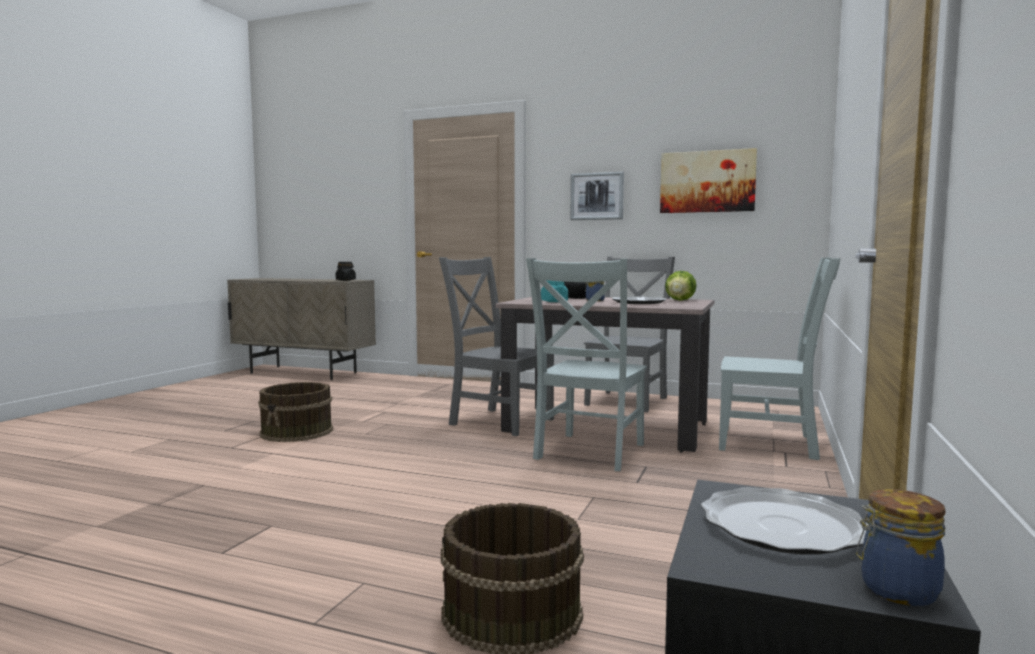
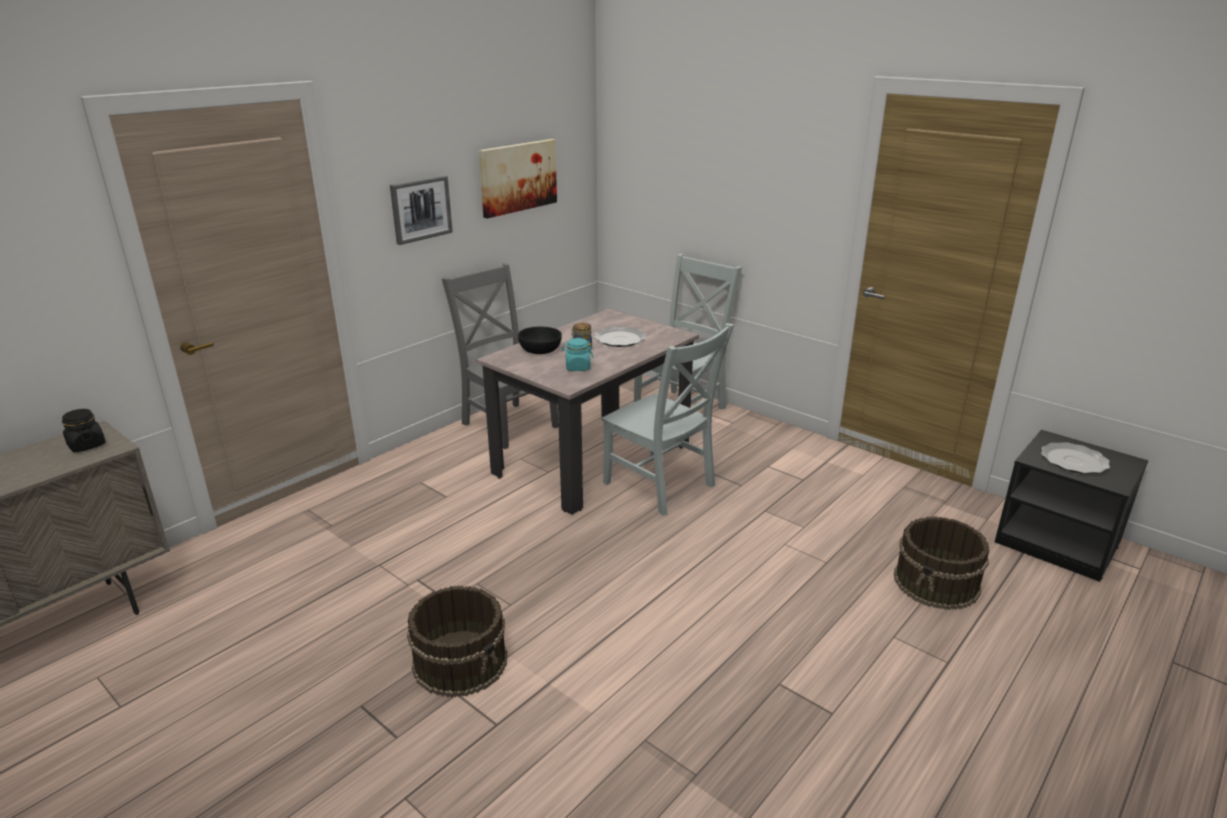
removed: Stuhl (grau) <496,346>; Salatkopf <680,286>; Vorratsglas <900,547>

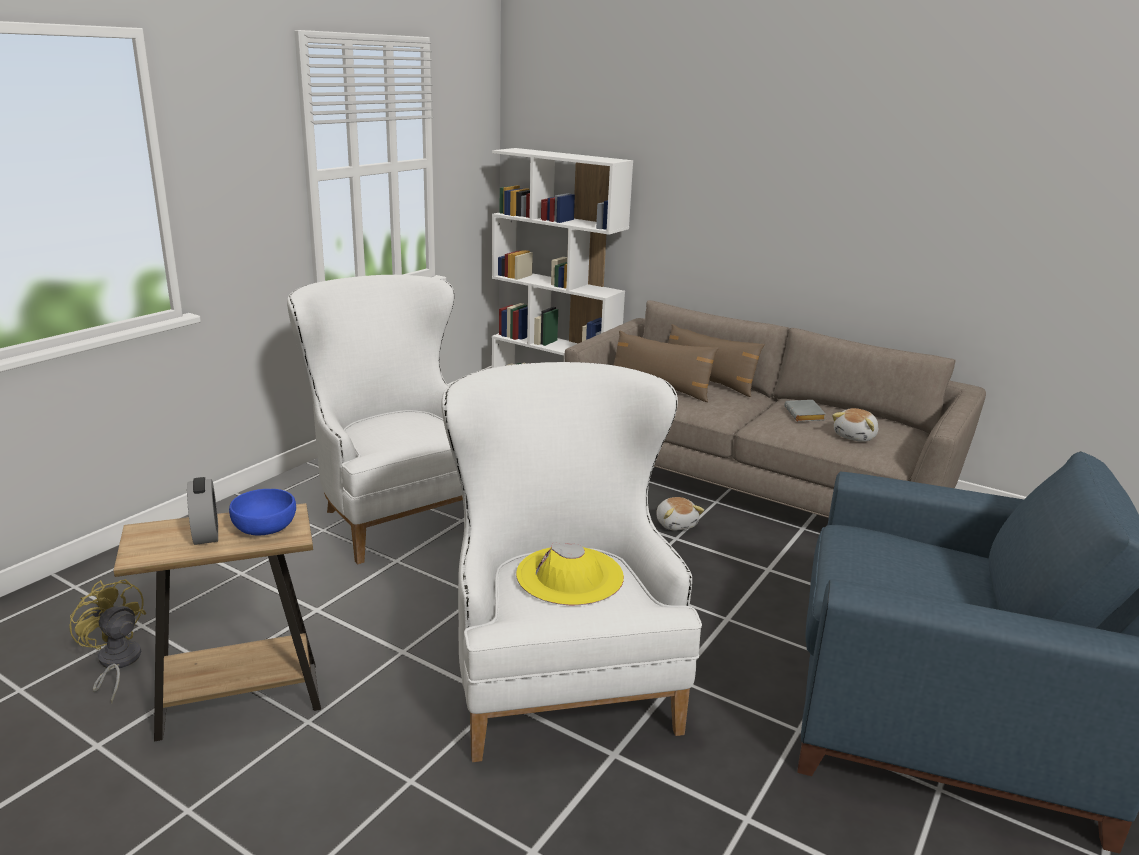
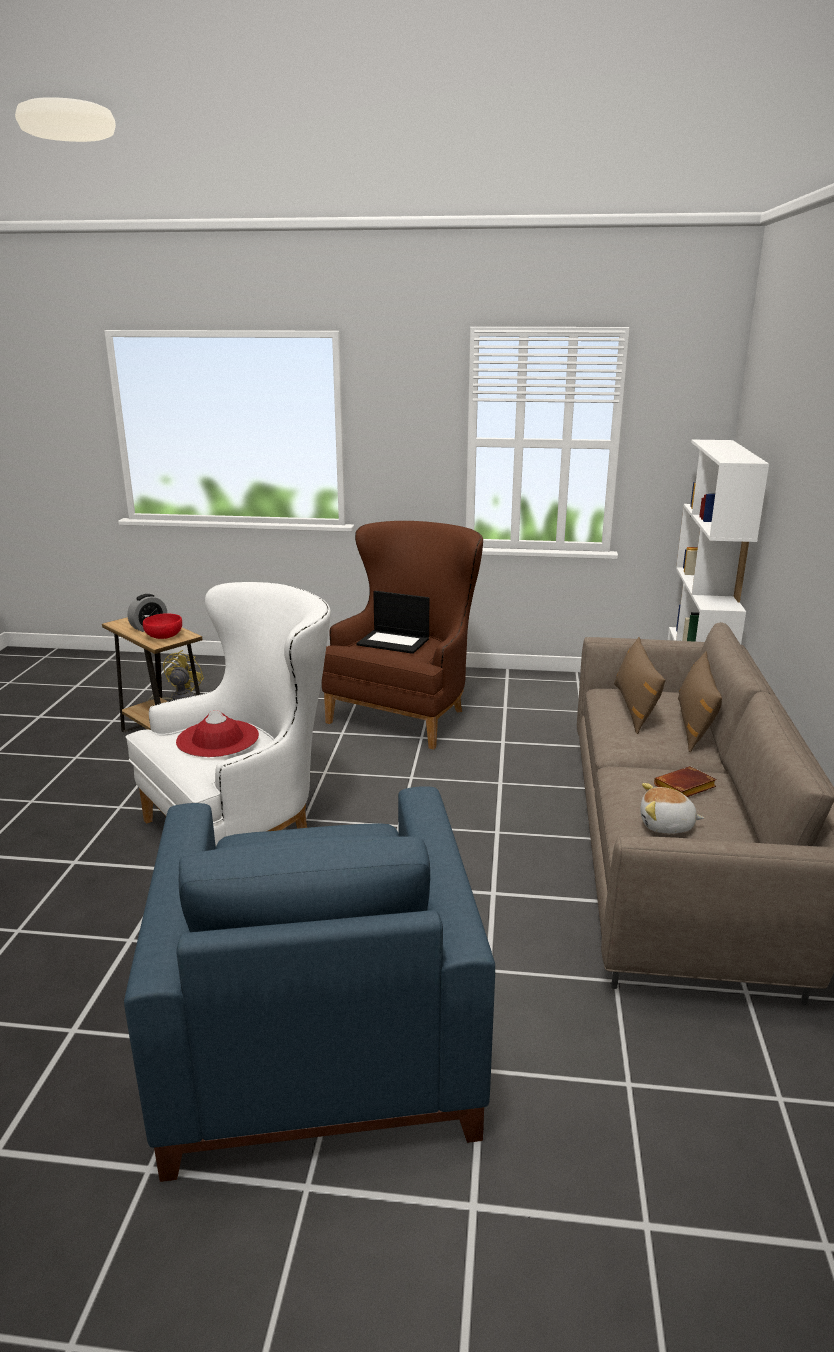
removed: Plüschtier <680,513>
added: Laptop <392,622>
recoloured: Schüssel (blau) <262,512> to Schüssel (rot) <162,626>; Hut (gelb) <570,573> to Hut (rot) <217,733>; Sessel (weiß) <375,419> to Sessel (braun) <402,635>; Buch (grau) <805,411> to Buch (braun) <685,781>

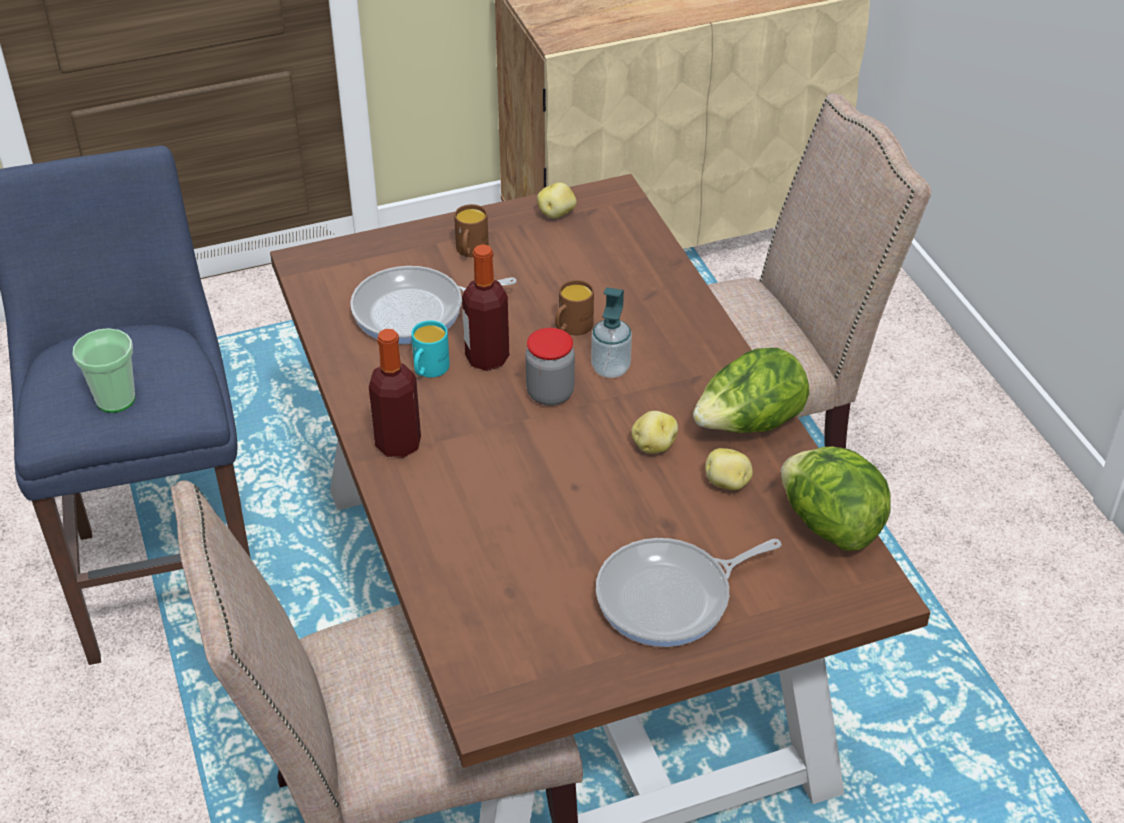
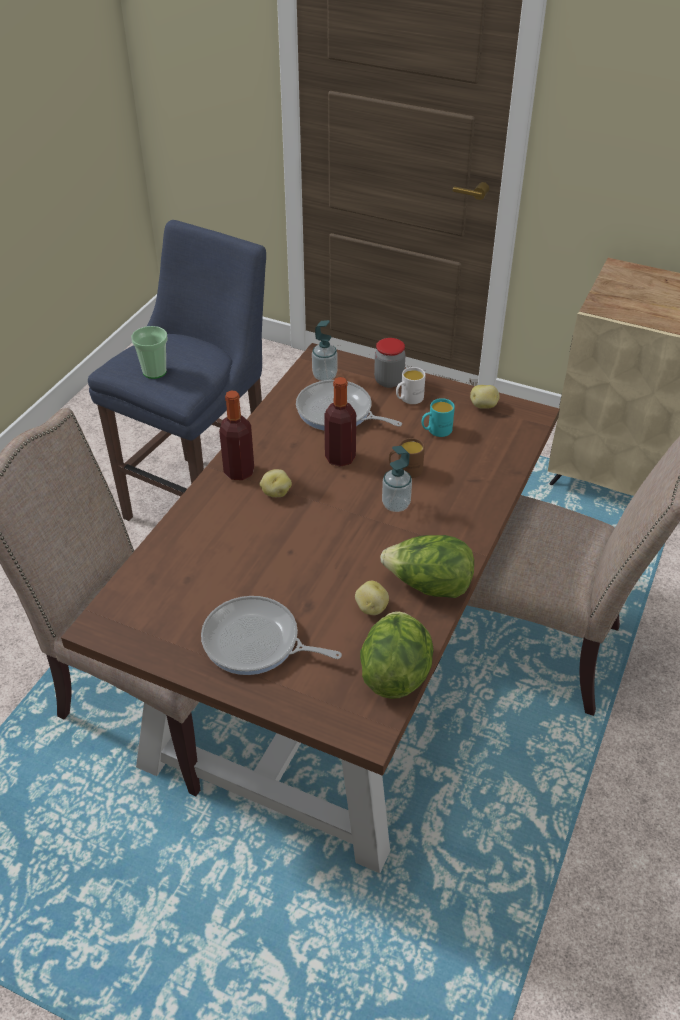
added: Seifenspender <325,350>
moved: Kartoffel <654,432> to <276,483>; Vorratsglas <550,367> to <390,363>; Henkelbecher (türkis) <430,349> to <438,417>
recoloured: Henkelbecher (braun) <471,230> to Henkelbecher (weiß) <411,385>

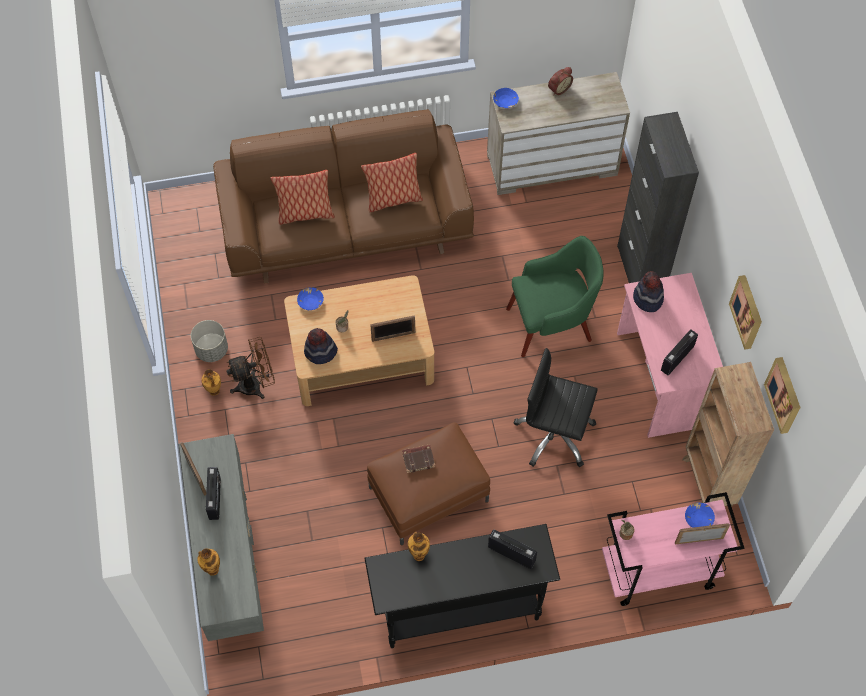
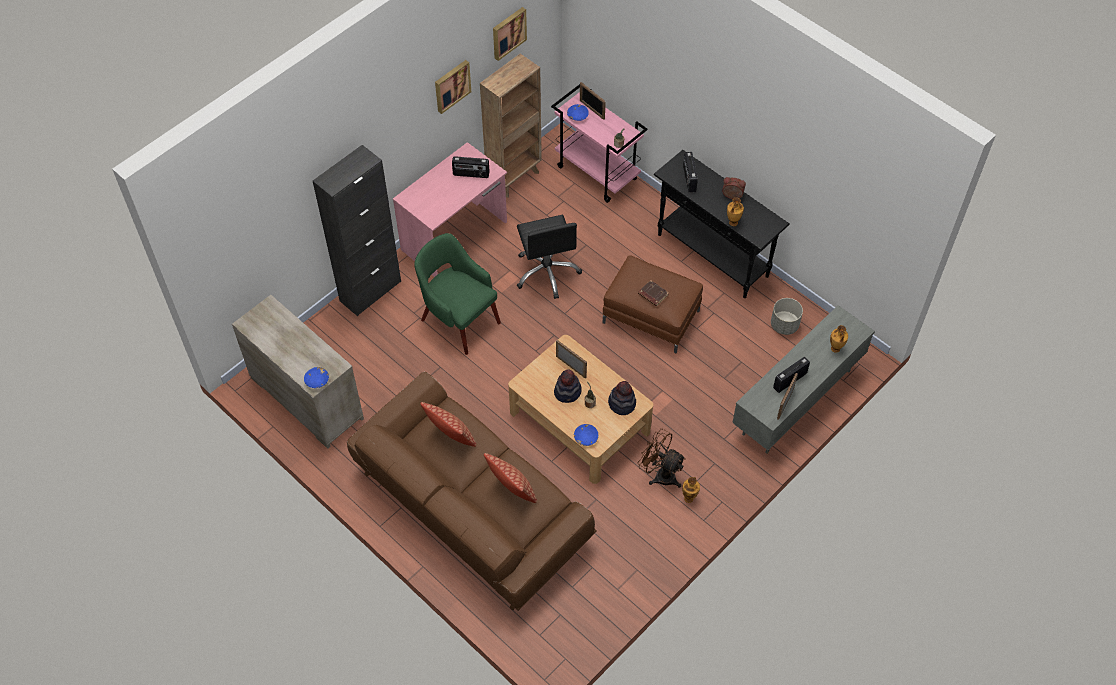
moved: Hut <648,291> to <568,386>; Wecker <560,81> to <734,188>; Pflanzkübel (grau) <209,341> to <787,316>

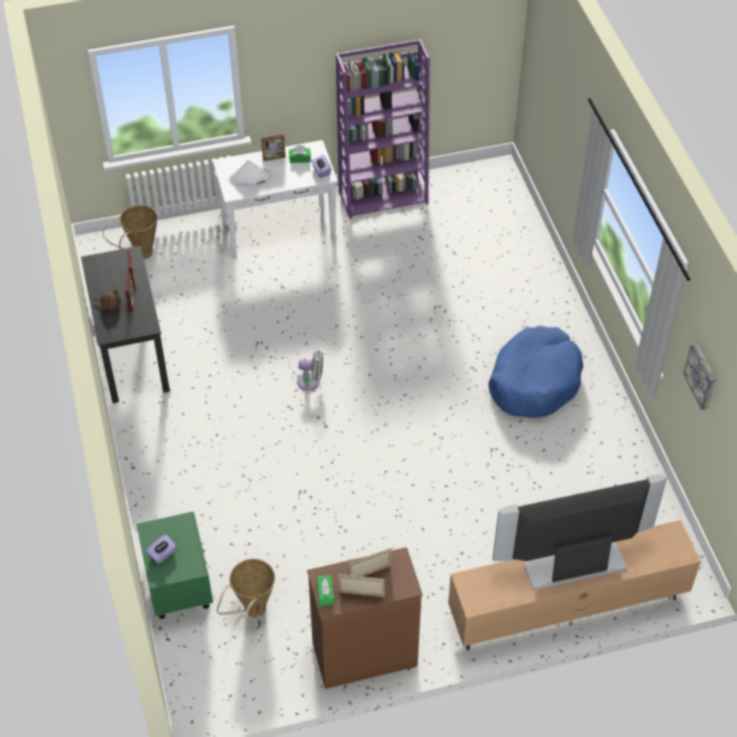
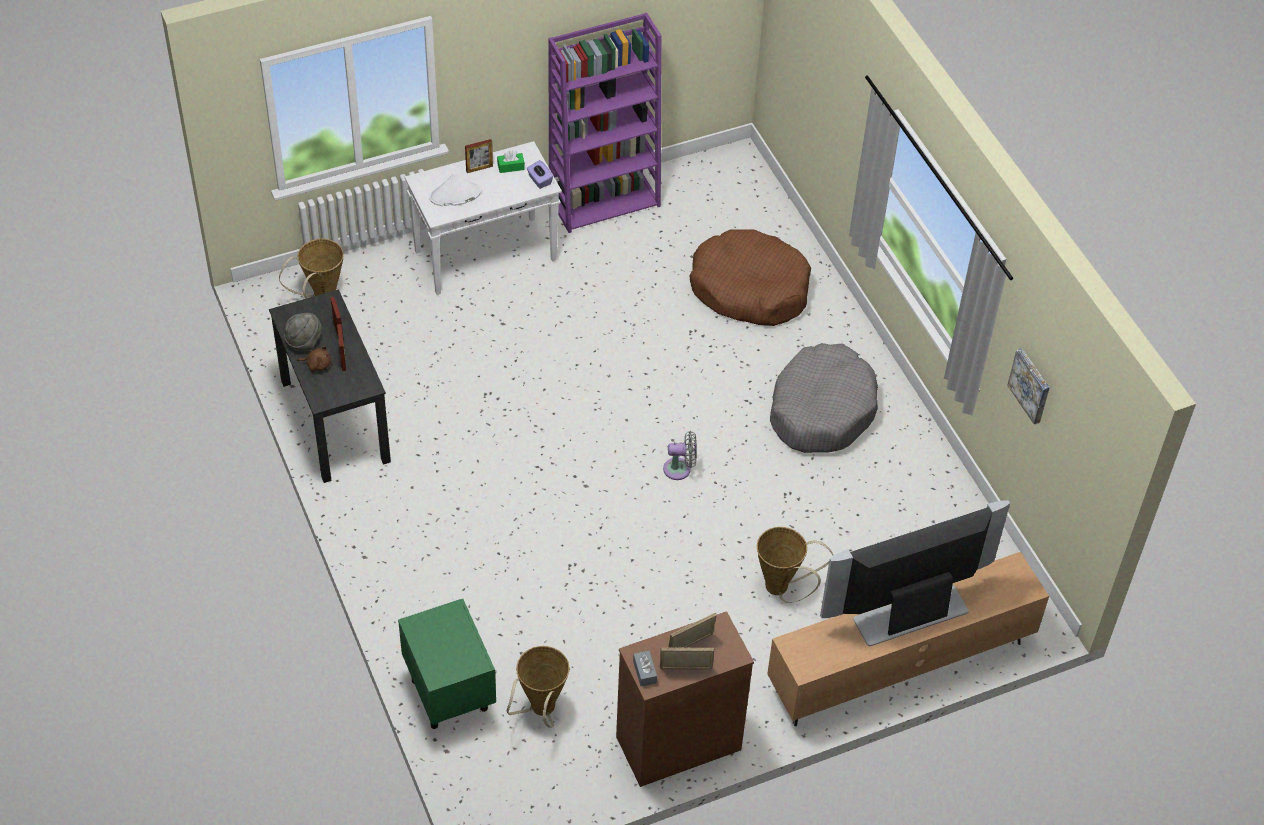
removed: Taschentuchbox (lila) <161,549>
added: Hut (grau) <303,332>; Hundebett (braun) <750,277>; Korb <795,565>
moved: Ventilator (grau) <310,371> to <680,455>
recoloured: Taschentuchbox (grün) <325,590> to Taschentuchbox (grau) <645,668>; Hundebett (blau) <536,372> to Hundebett (grau) <824,398>

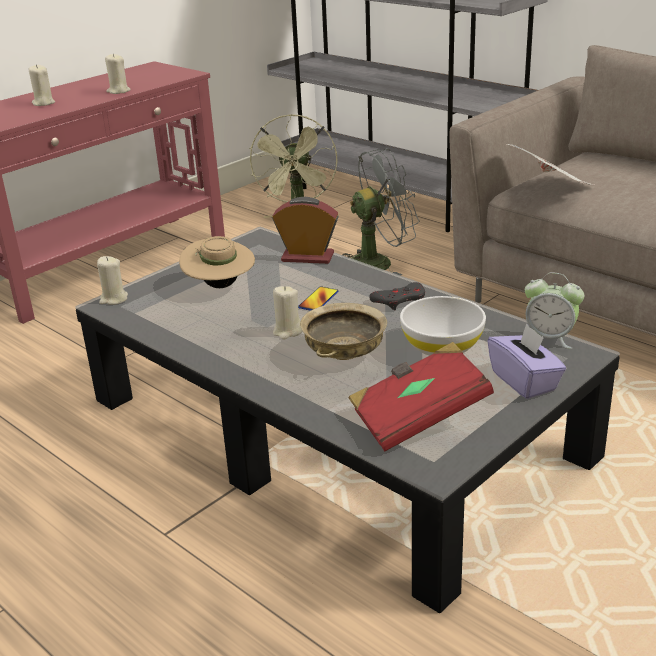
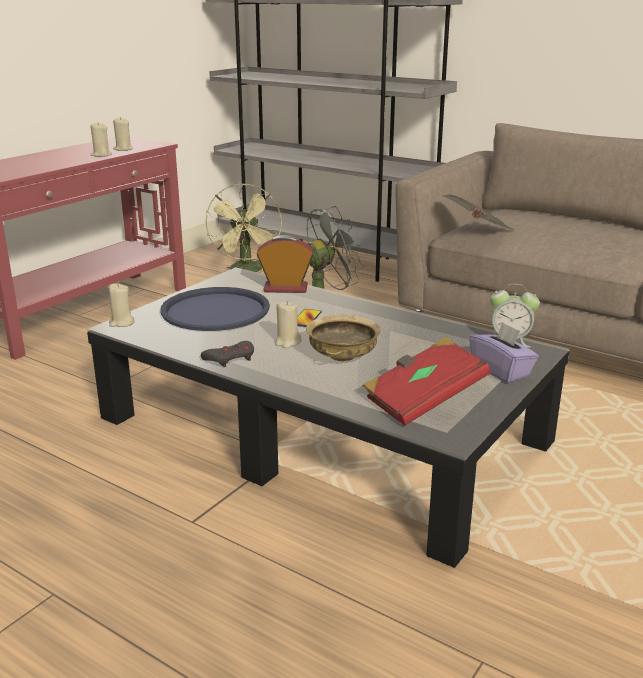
removed: Schüssel (weiß) <443,326>
moved: Kerze (beige) <41,85> to <123,134>; Gamepad (grau) <397,296> to <227,354>
replaced: Hut (beige) <217,262> to Tablett (blau) <215,309>

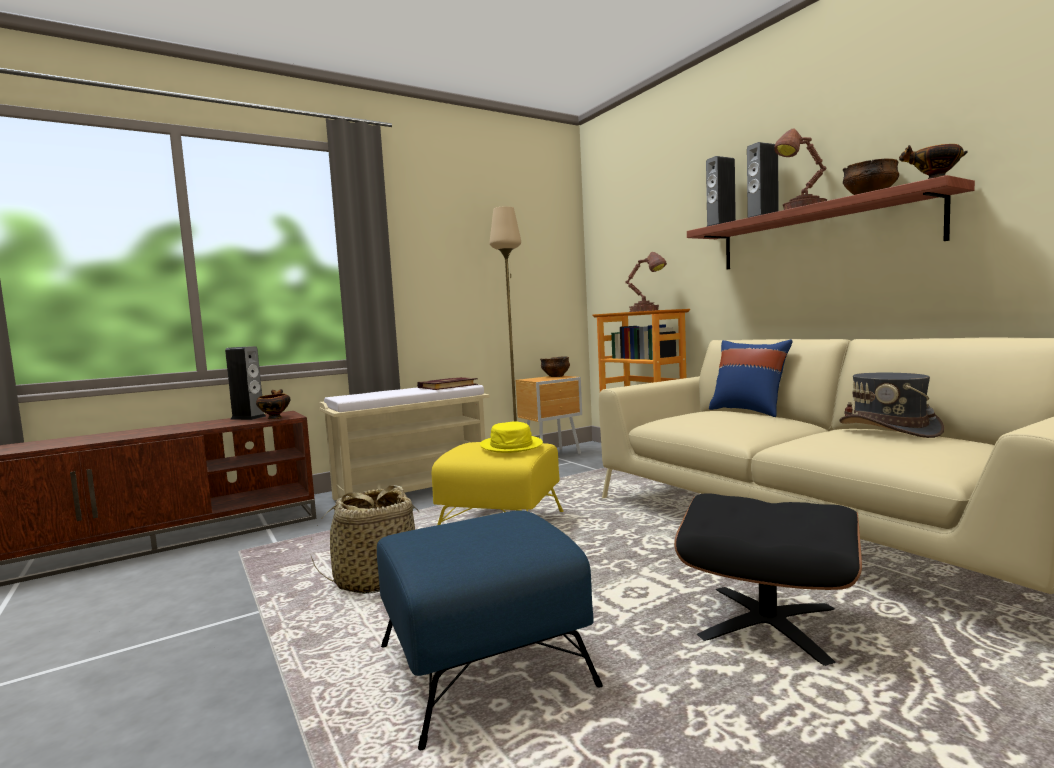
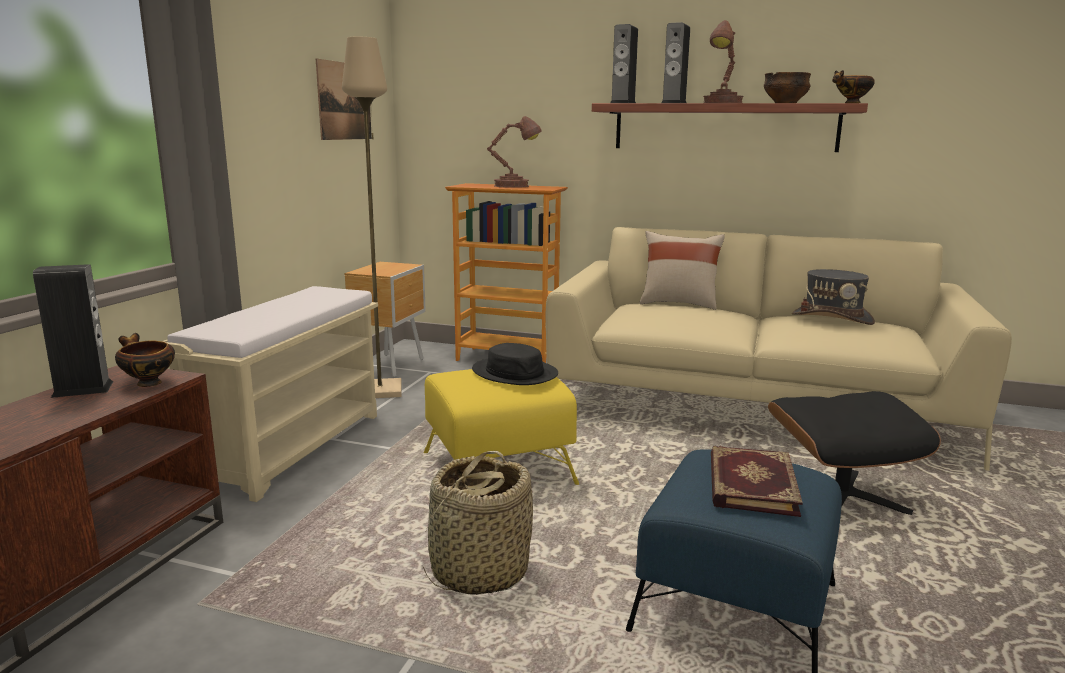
removed: Schüssel <555,367>
added: Bild <344,99>
moved: Buch <447,383> to <757,481>
recoloured: Hut (gelb) <511,437> to Hut (schwarz) <515,364>; Kissen (blau) <751,378> to Kissen (beige) <682,270>

